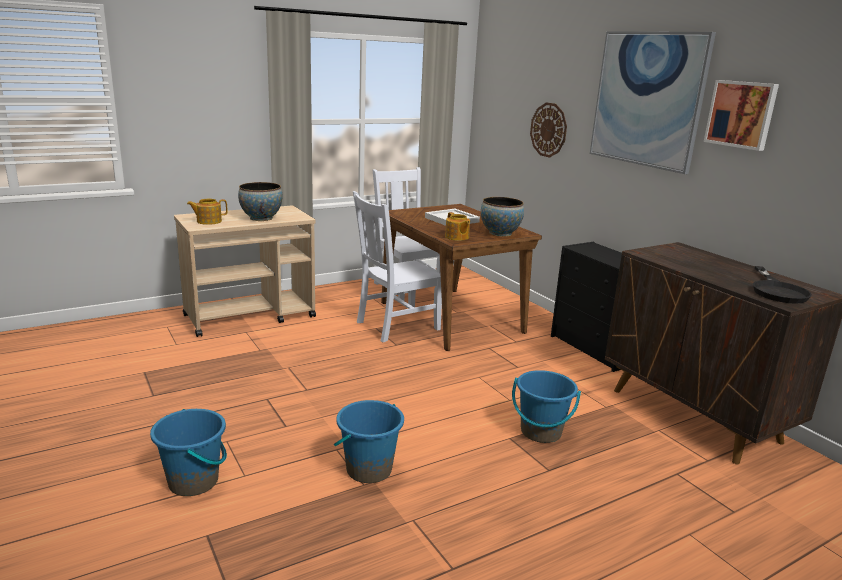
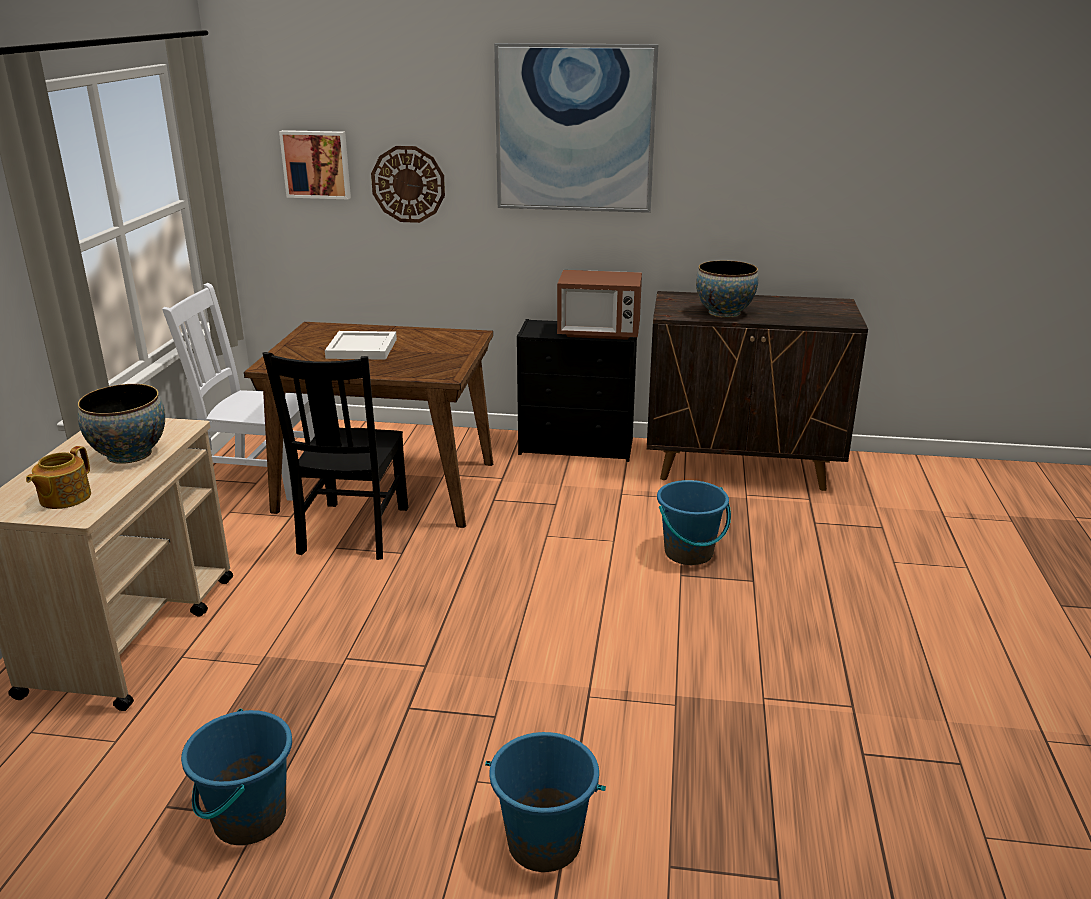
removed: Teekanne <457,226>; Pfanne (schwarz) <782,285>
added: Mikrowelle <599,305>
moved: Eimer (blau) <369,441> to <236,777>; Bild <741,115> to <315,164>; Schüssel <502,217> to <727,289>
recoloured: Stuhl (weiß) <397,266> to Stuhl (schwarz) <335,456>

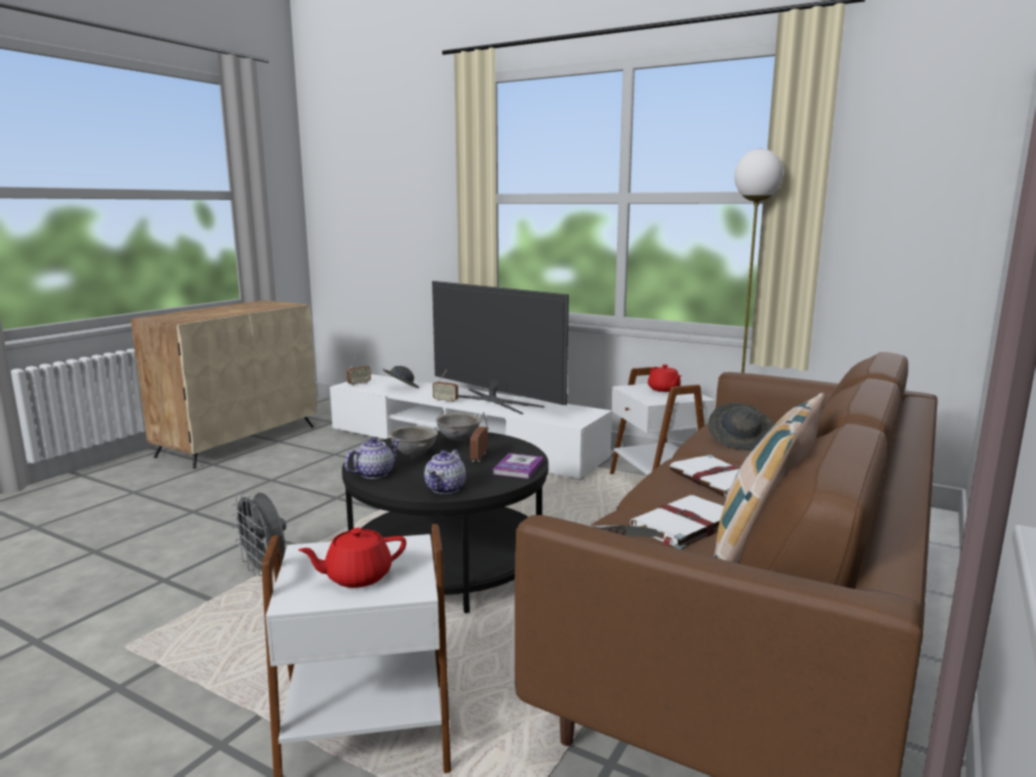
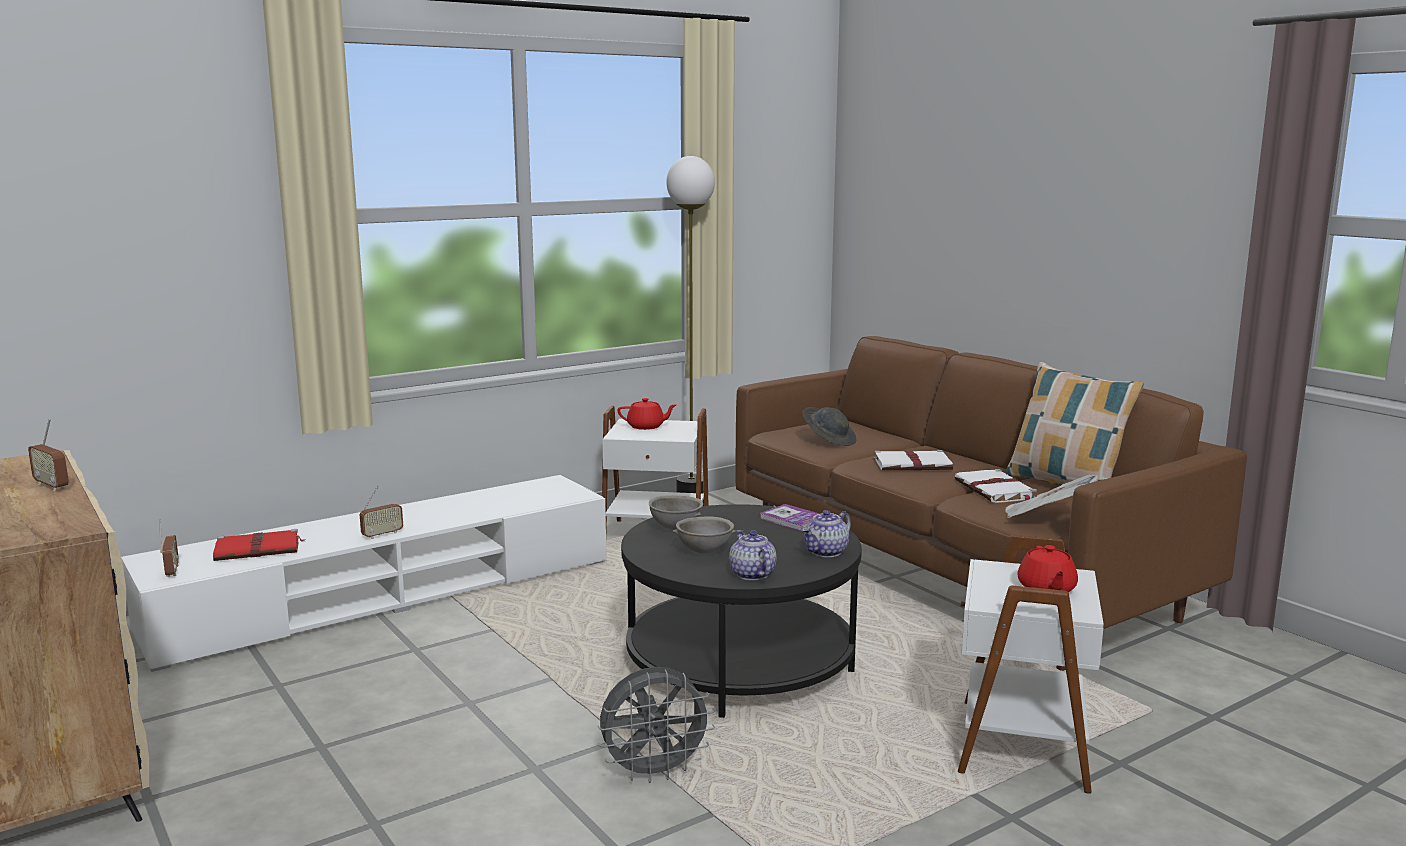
removed: Fernseher <500,347>
moved: Radio <479,437> to <48,455>
replaced: Hut (grau) <401,377> to Buch (rot) <259,545>
turned: Teekanne <445,471> = <826,533> 90 degrees clockwise

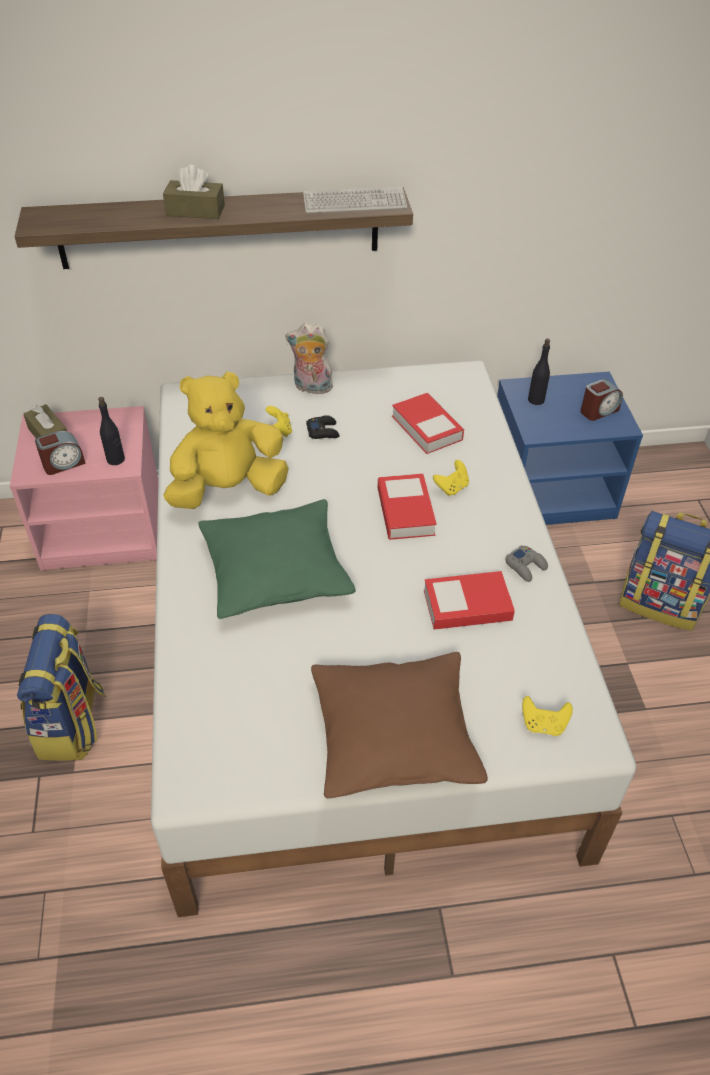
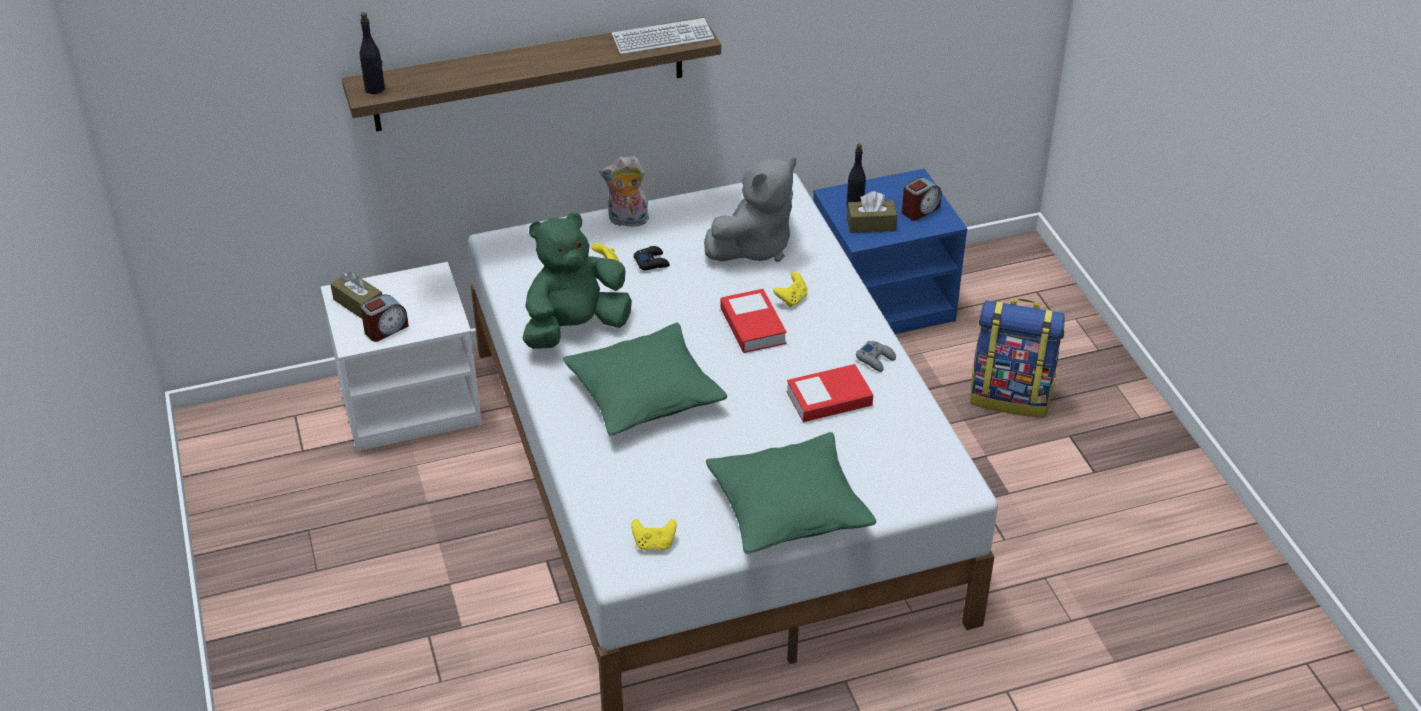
removed: Rucksack <61,687>
moved: Flasche (schwarz) <111,431> to <372,53>; Gamepad (gelb) <547,716> to <654,534>; Taschentuchbox (braun) <194,192> to <872,212>
replaced: Buch <428,423> to Plüschtier (grau) <750,209>
recoloured: Nachttisch (rosa) <84,488> to Nachttisch (weiß) <401,357>; Plüschtier (gelb) <226,440> to Plüschtier (grün) <577,280>; Kissen (braun) <399,725> to Kissen (grün) <791,493>

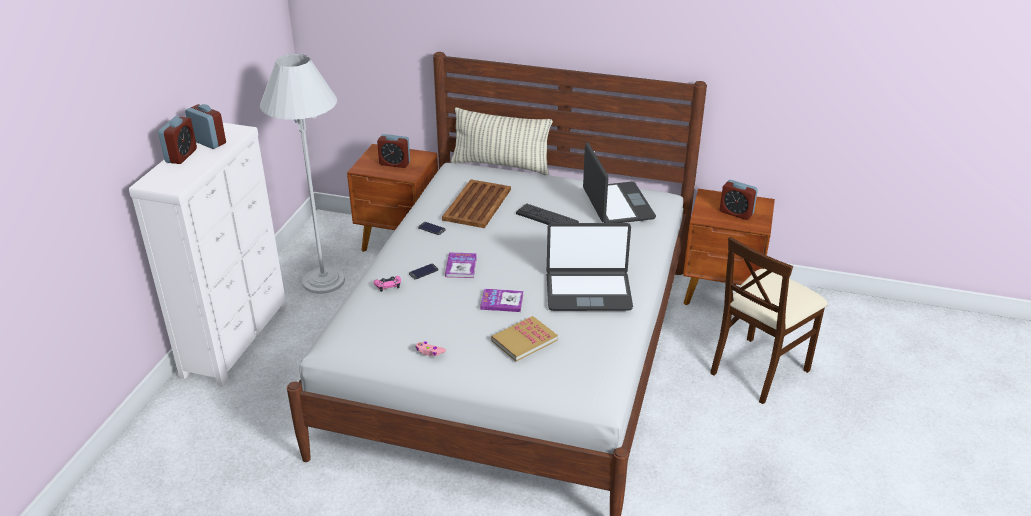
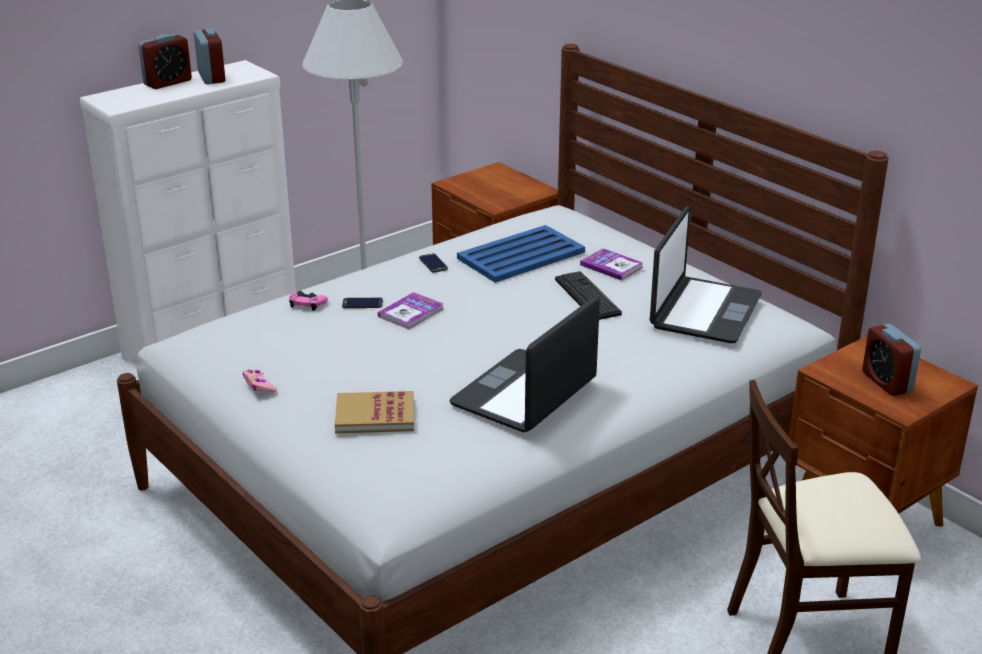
removed: Wecker <393,151>; Kissen <502,141>
moved: Buch <501,300> to <611,264>
recoloured: Tablett (braun) <476,204> to Tablett (blau) <521,254>
turned: Laptop <590,267> = <525,364> 90 degrees clockwise

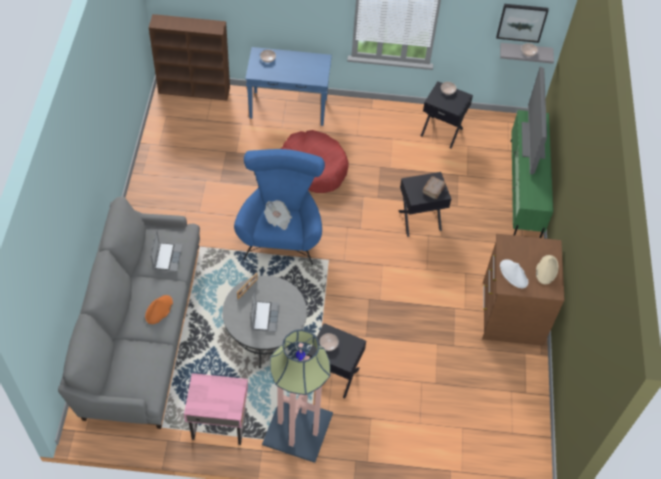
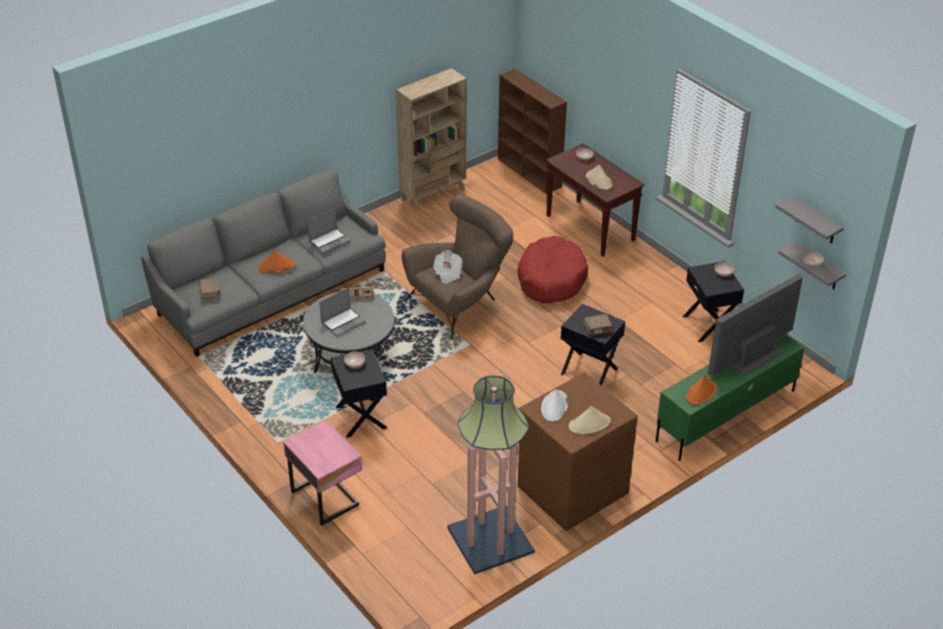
added: Buch (braun) <209,289>; Bücherregal (beige) <431,140>; Hut (beige) <599,177>; Hut (orange) <701,390>
moved: Nachttisch (rosa) <216,409> to <322,473>; Stehlampe <297,396> to <491,474>
replaced: Bild <522,23> to Wandregal (grau) <809,220>
recoloured: Sessel (blau) <279,207> to Sessel (braun) <457,266>; Konsolentisch (blau) <288,86> to Konsolentisch (braun) <595,200>

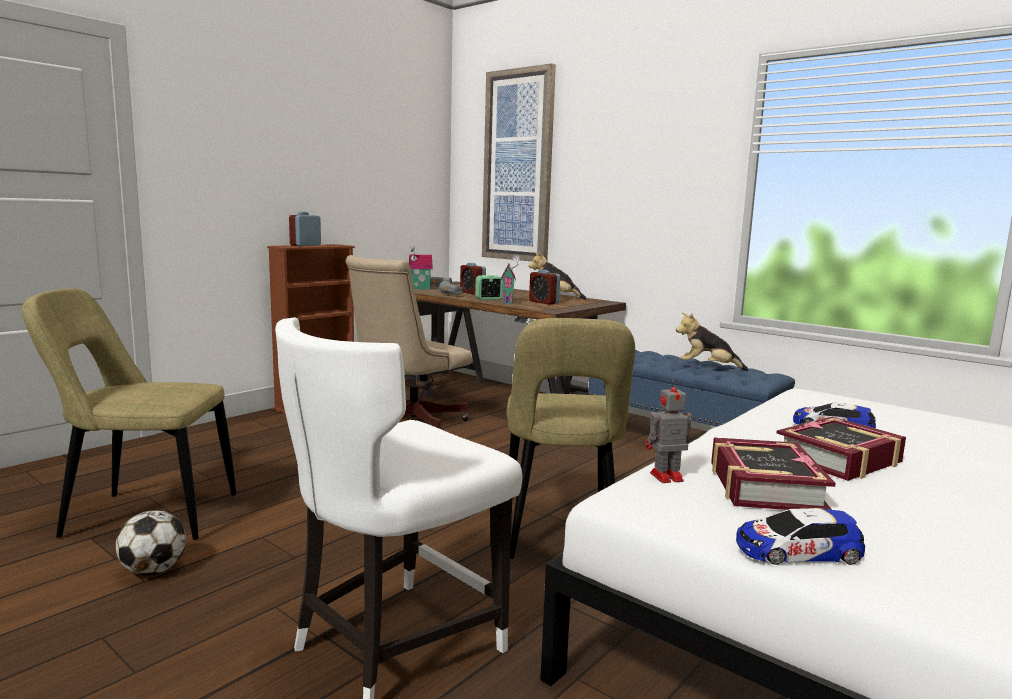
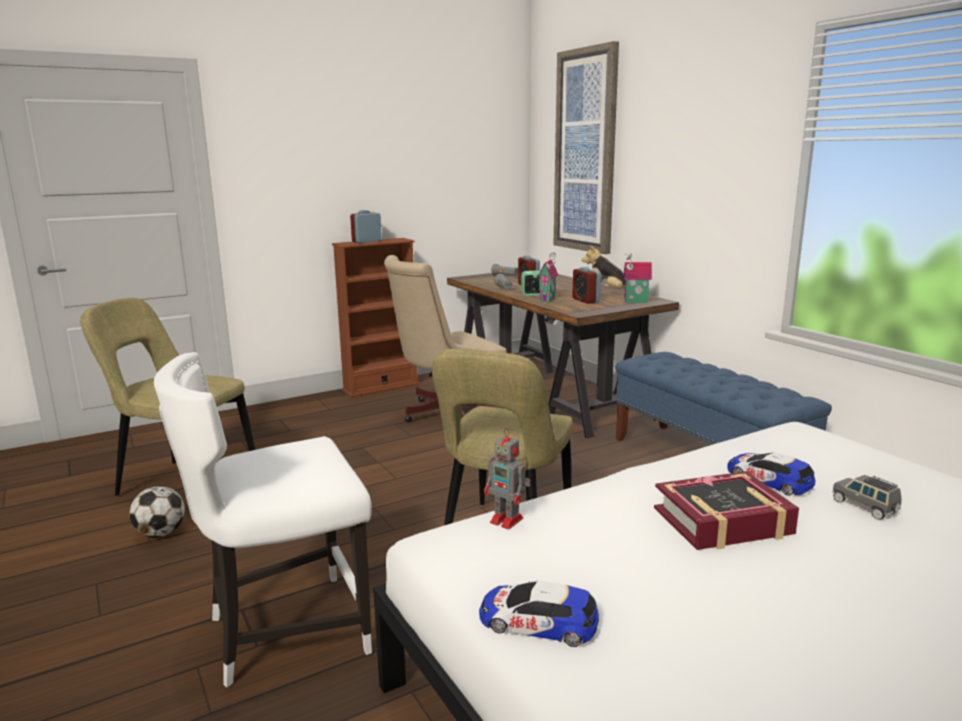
removed: Plüschtier <712,341>; Buch <773,474>
added: Spielzeugauto (grau) <867,497>
moved: Spielzeughaus <421,267> to <637,278>
turned: Spielzeugroboter <669,431> = <507,478> 150 degrees counterclockwise

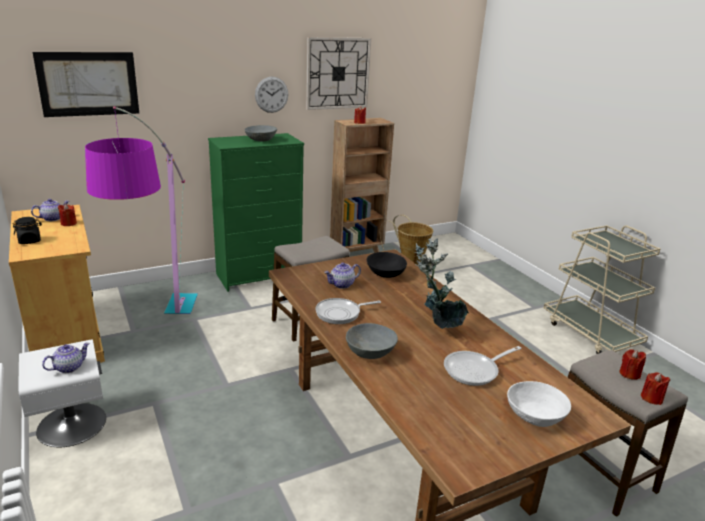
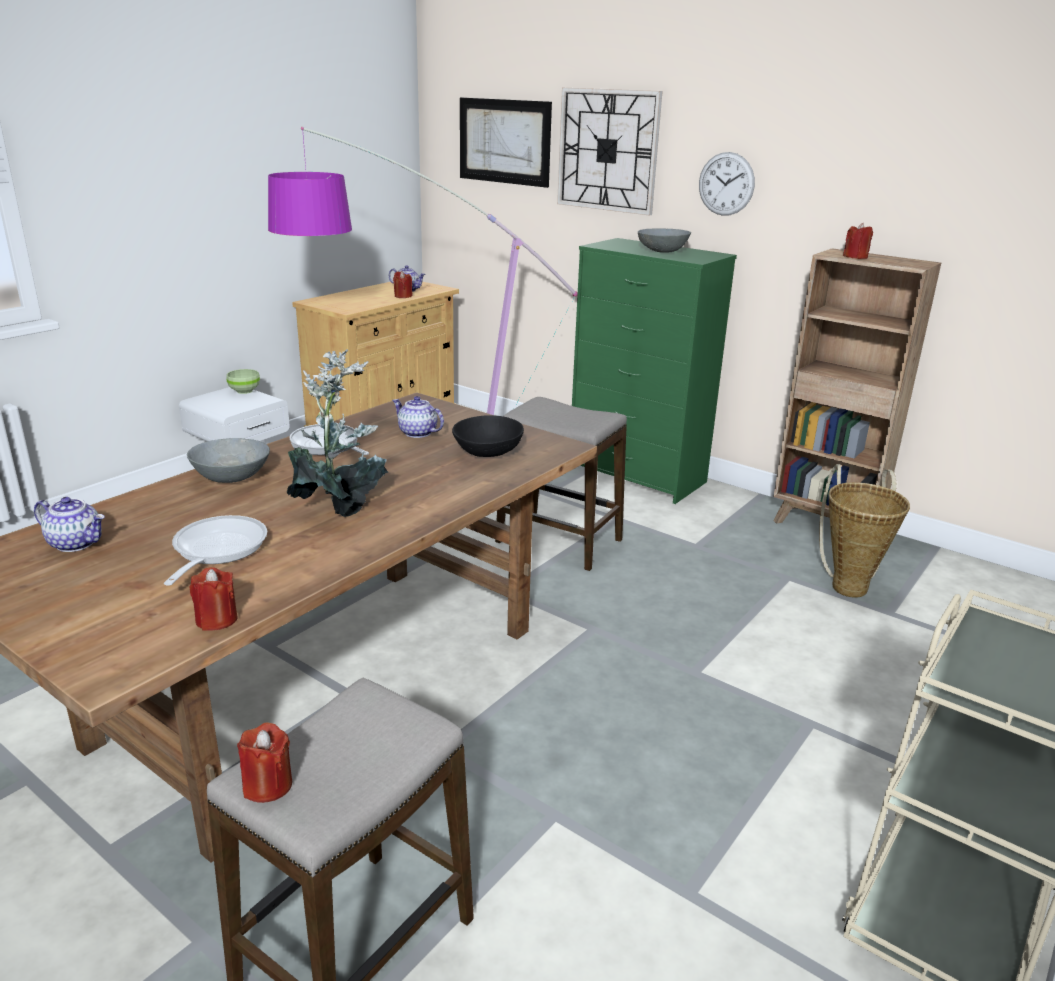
removed: Vorratsglas (schwarz) <27,230>; Schüssel (weiß) <539,404>
added: Schüssel (grün) <243,381>
moved: Teekanne <66,357> to <69,524>; Kerze (rot) <632,364> to <213,599>; Wanduhr <338,73> to <610,152>
turned: Pfanne <482,366> = <215,550> 60 degrees clockwise

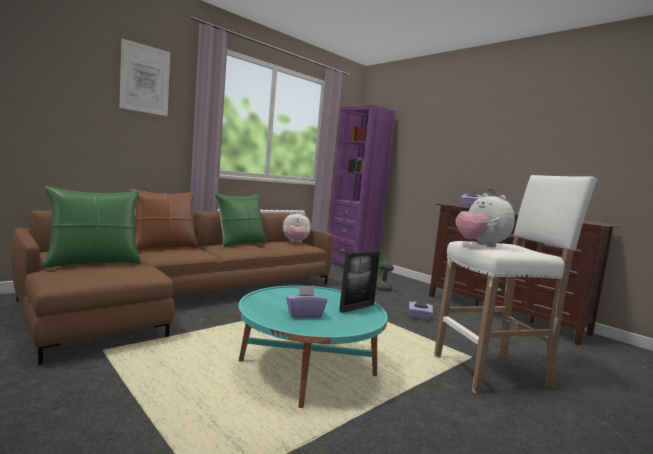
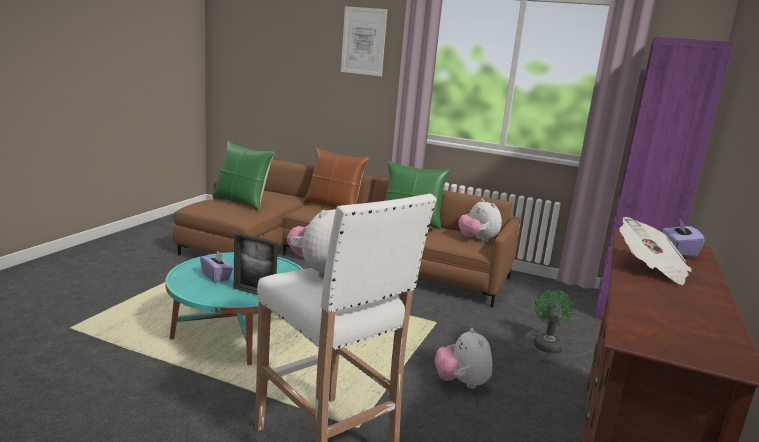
replaced: Taschentuchbox (lila) <421,310> to Plüschtier <463,358>

